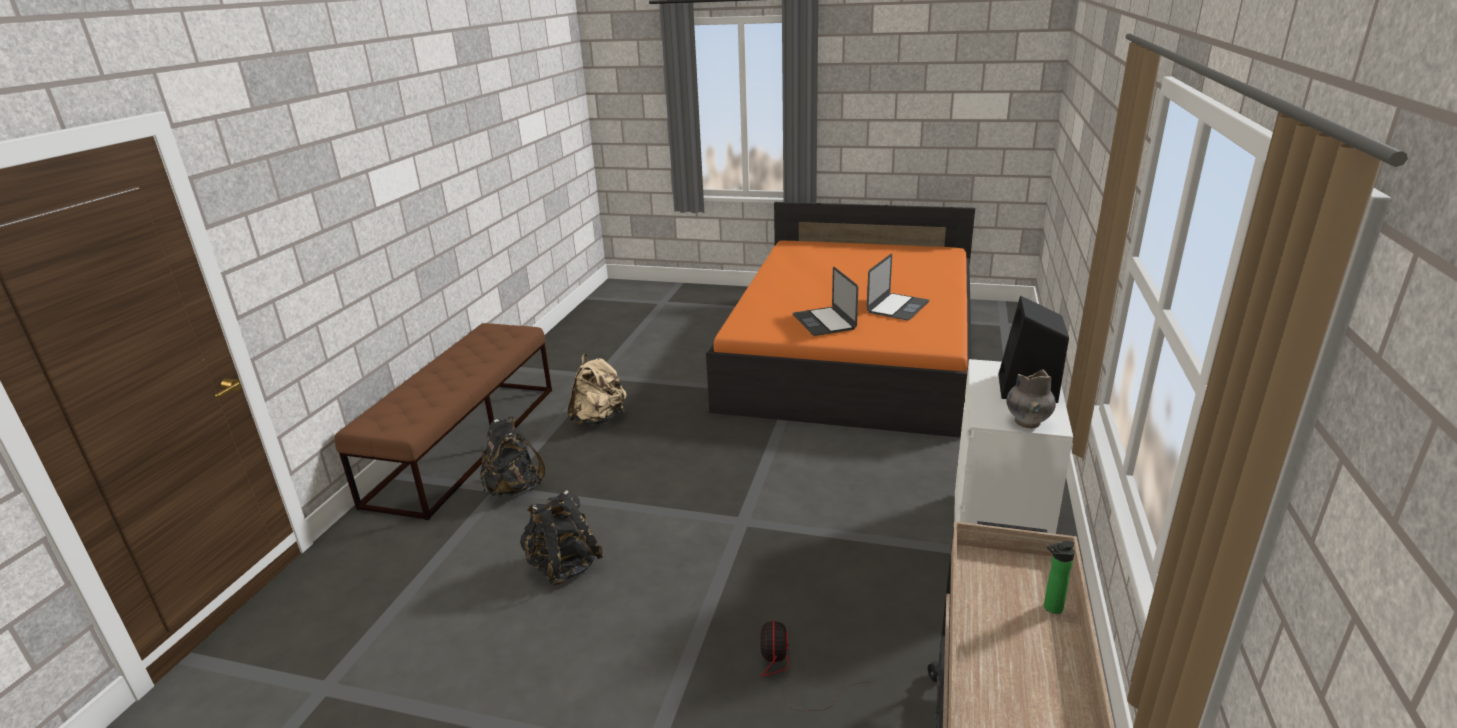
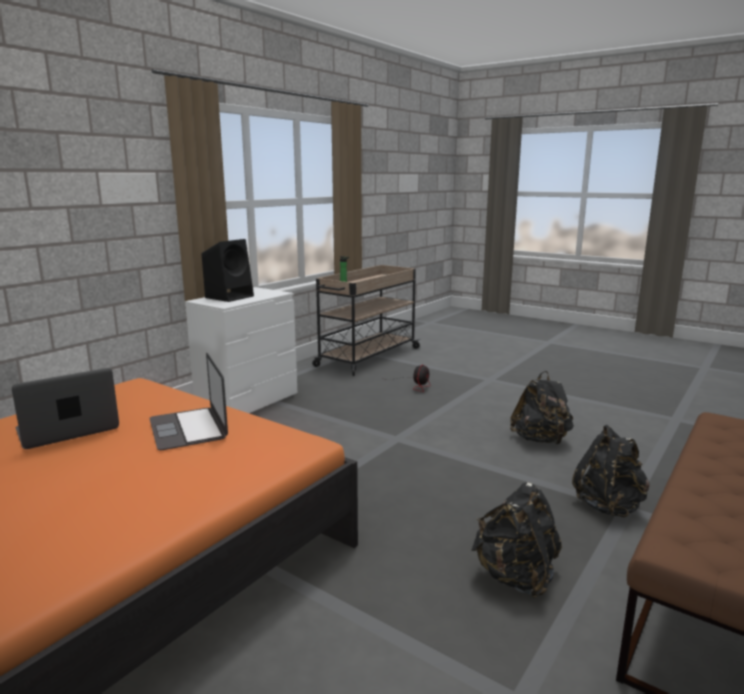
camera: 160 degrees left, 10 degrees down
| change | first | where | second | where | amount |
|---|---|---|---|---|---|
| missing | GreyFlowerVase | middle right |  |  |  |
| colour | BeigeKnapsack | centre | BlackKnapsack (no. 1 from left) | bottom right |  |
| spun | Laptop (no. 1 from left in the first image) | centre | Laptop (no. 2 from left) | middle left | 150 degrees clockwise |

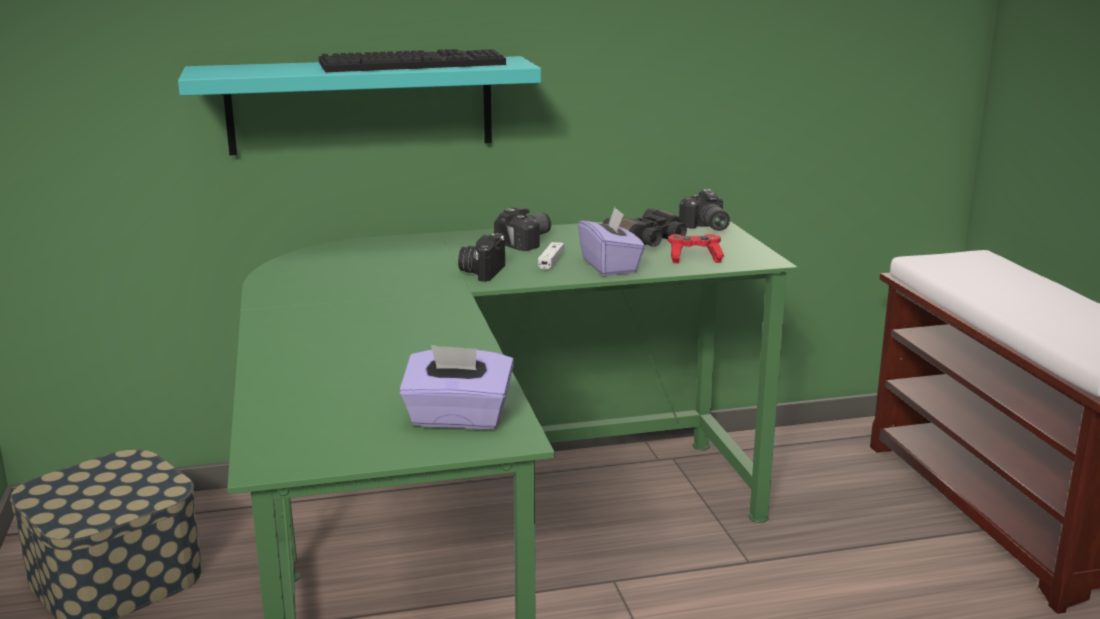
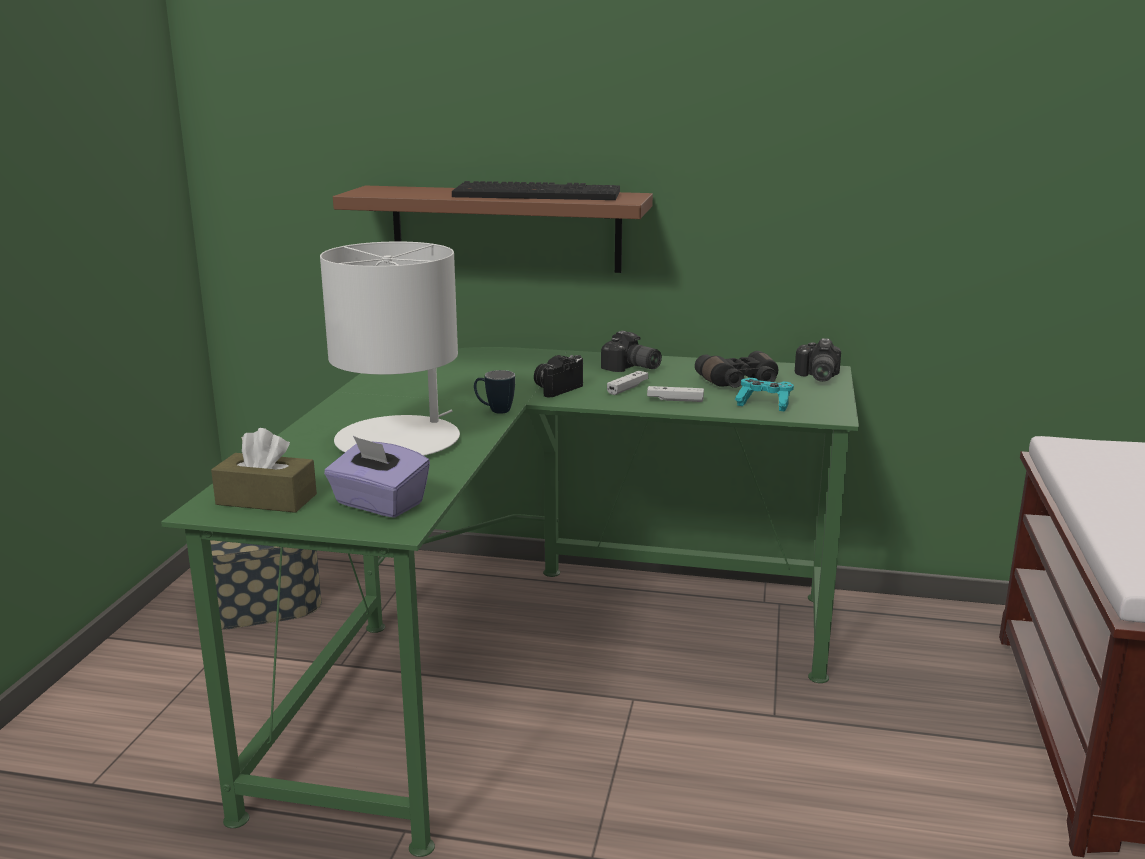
camera: 25 degrees right, 0 degrees up
| change | first | where | second | where | amount |
|---|---|---|---|---|---|
| appeared |  |  | BrownishBoxOfTissues | middle left |  |
| appeared |  |  | WhiteTabletopLamp | centre |  |
| appeared |  |  | Mug | centre |  |
| exchanged | PurpleBoxOfTissues (no. 2 from left) | centre | WhiteGamepad (no. 2 from left) | centre |  |
| colour | TurquoiseShelf | top left | BrownishShelf | top centre |  |
| colour | RedGamepad | centre | TurquoiseGamepad | middle right |  |
| spun | PhotoCamera (no. 2 from left) | centre |  | centre | 60 degrees clockwise |

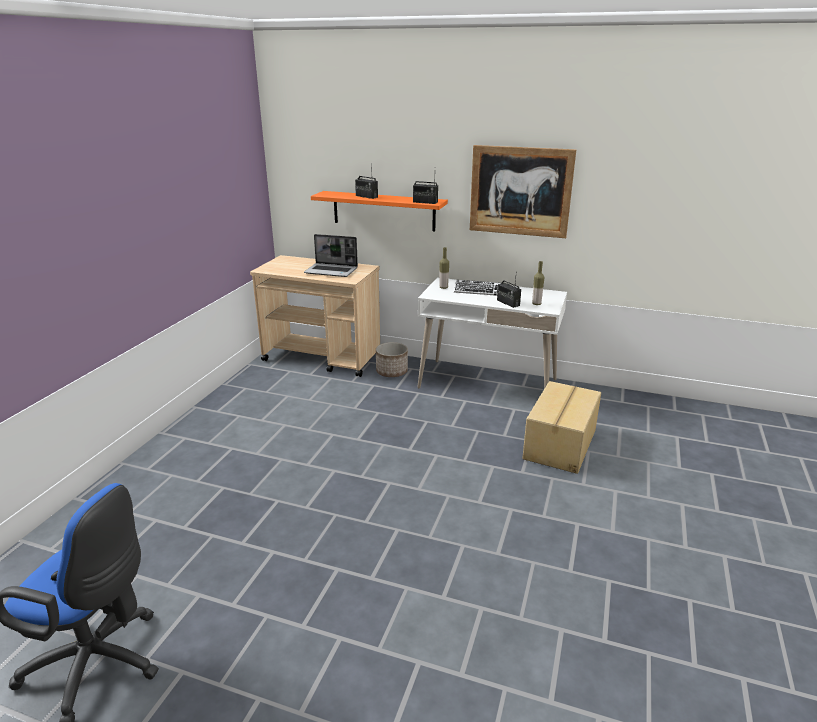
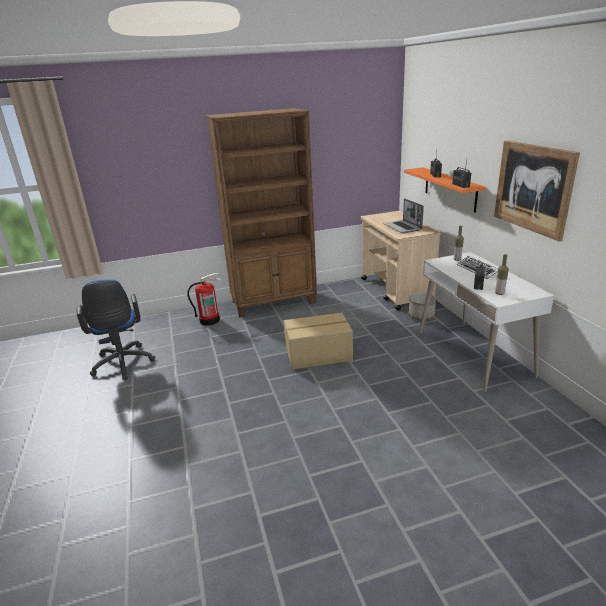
camera: 55 degrees right, 0 degrees up
| change | first | where | second | where | amount |
|---|---|---|---|---|---|
| appeared |  |  | FireExtinguisher | centre |  |
| appeared |  |  | BrownishShelvingUnit | centre |  |
| relocated | PackingBox | middle right |  | centre |  |

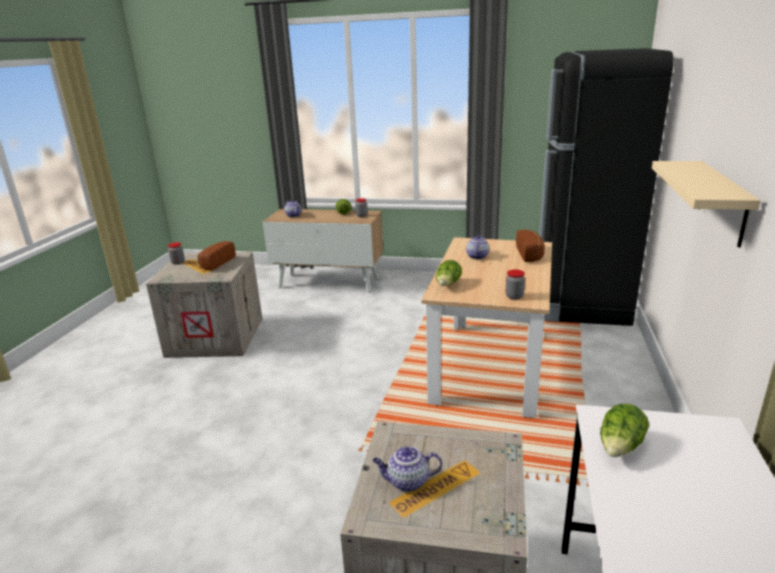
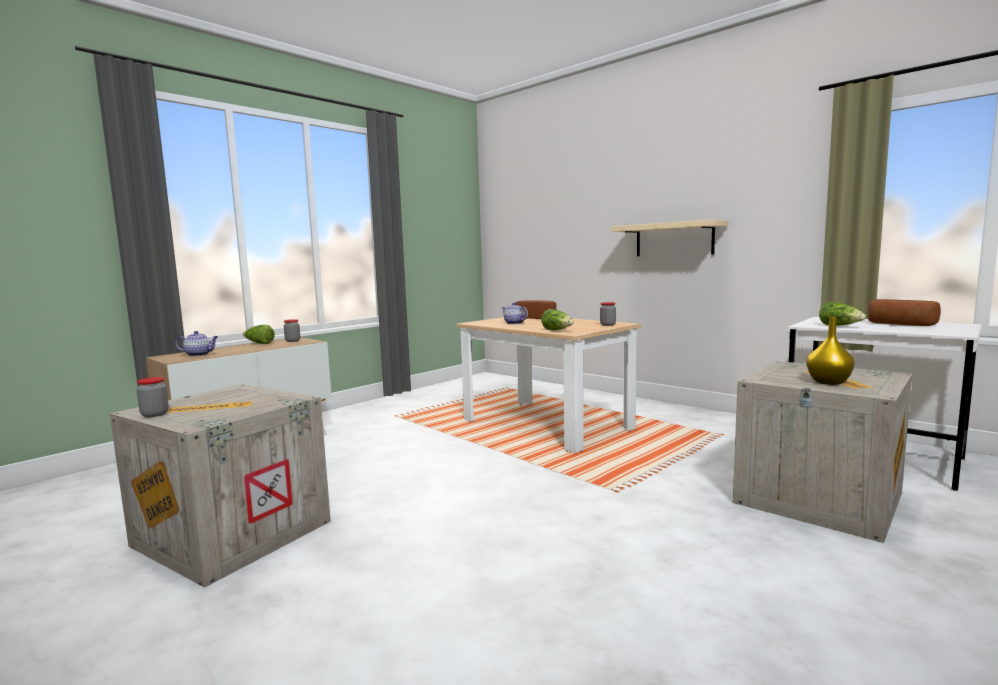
camera: 60 degrees left, 15 degrees down
| change | first | where | second | where | amount |
|---|---|---|---|---|---|
| missing | BlackFridge | top right |  |  |  |
| relocated | BakeryBread (no. 1 from left in the first image) | middle left | BakeryBread (no. 2 from left) | middle right |  |
| exchanged | PotForTea (no. 2 from left) | bottom centre | YellowColouredFlowerVase | middle right |  |

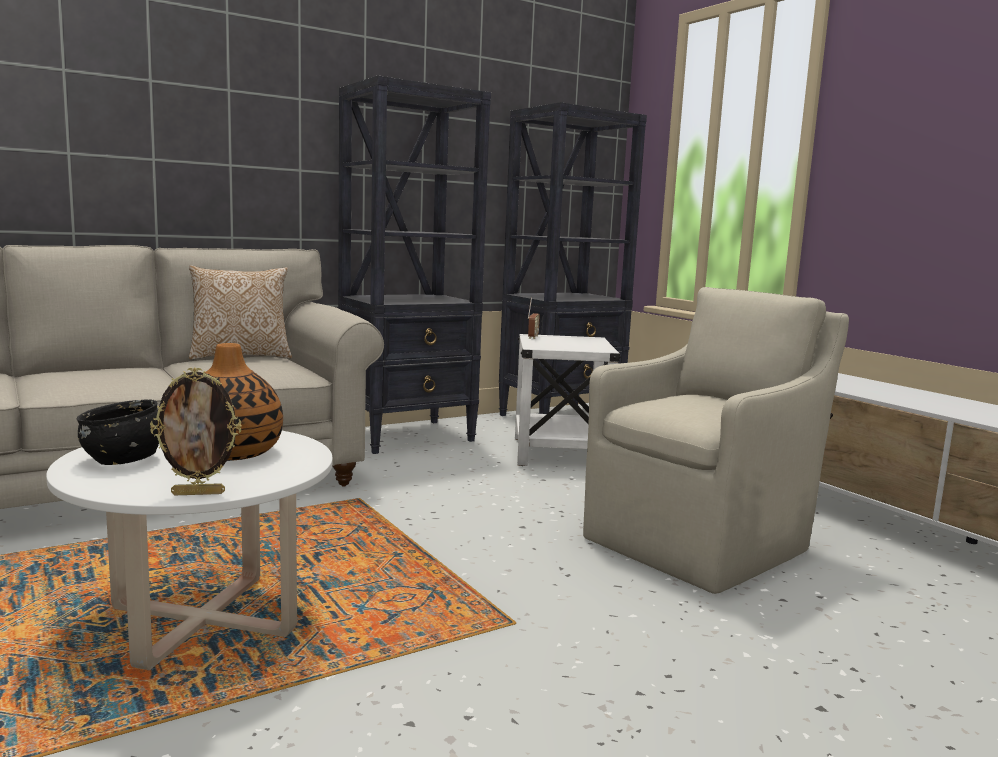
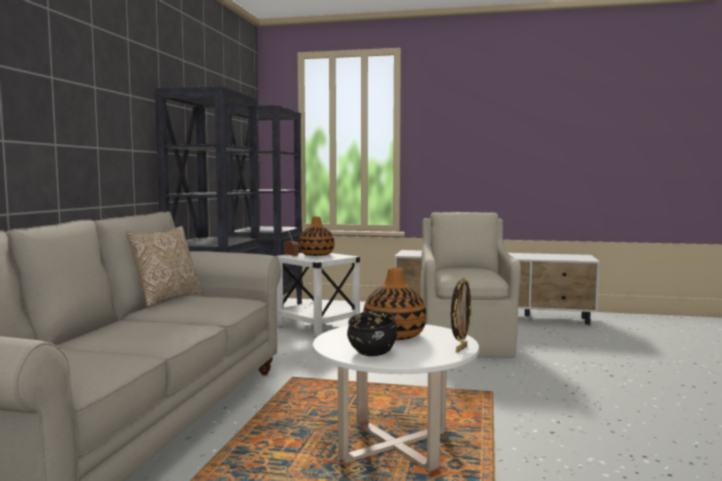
camera: 45 degrees left, 5 degrees down
| change | first | where | second | where | amount |
|---|---|---|---|---|---|
| appeared |  |  | FlowerVase (no. 1 from left) | centre |  |

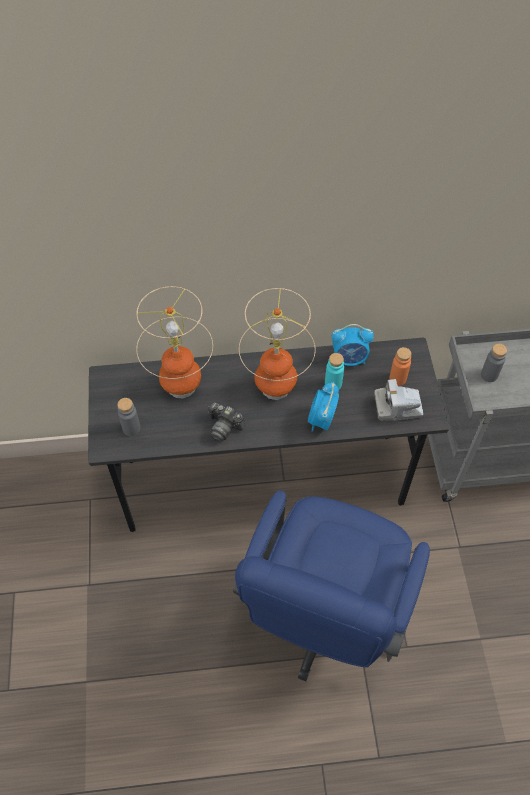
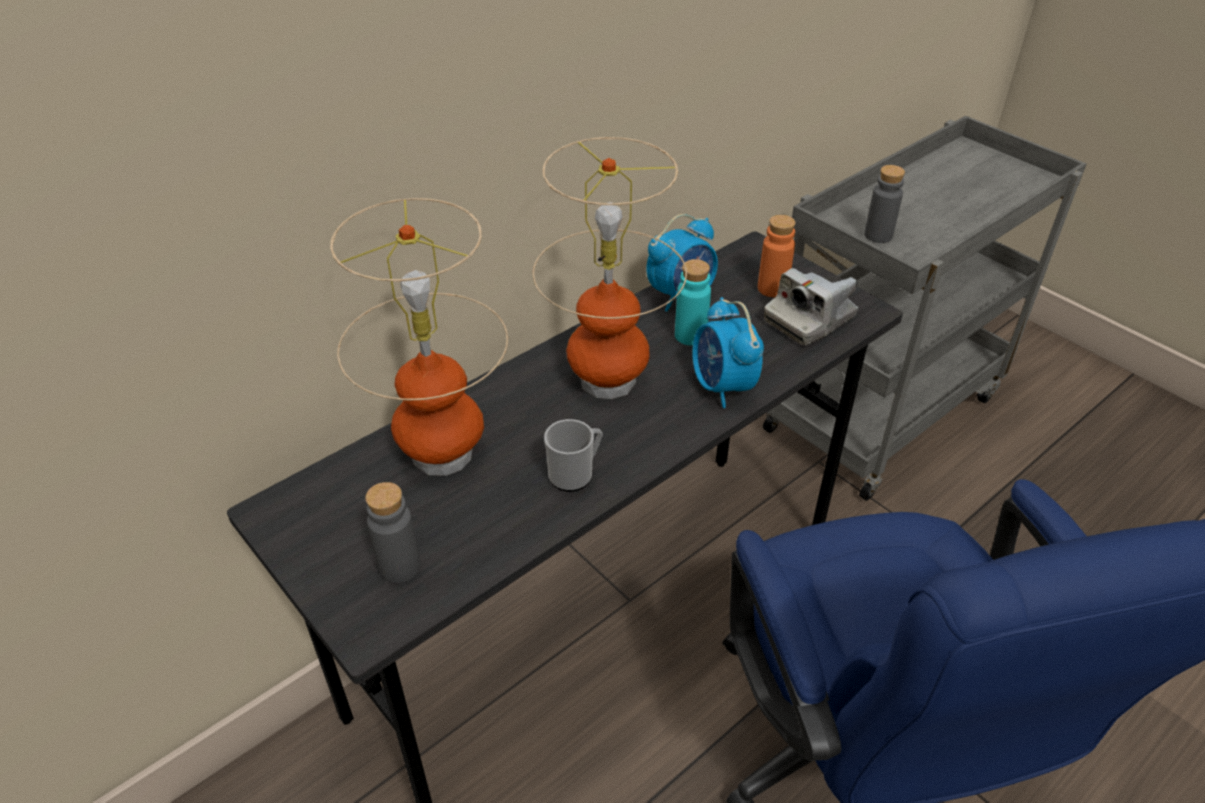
camera: 35 degrees left, 15 degrees down
| change | first | where | second | where | amount |
|---|---|---|---|---|---|
| exchanged | PhotoCamera (no. 1 from left) | centre | Mug | centre |  |

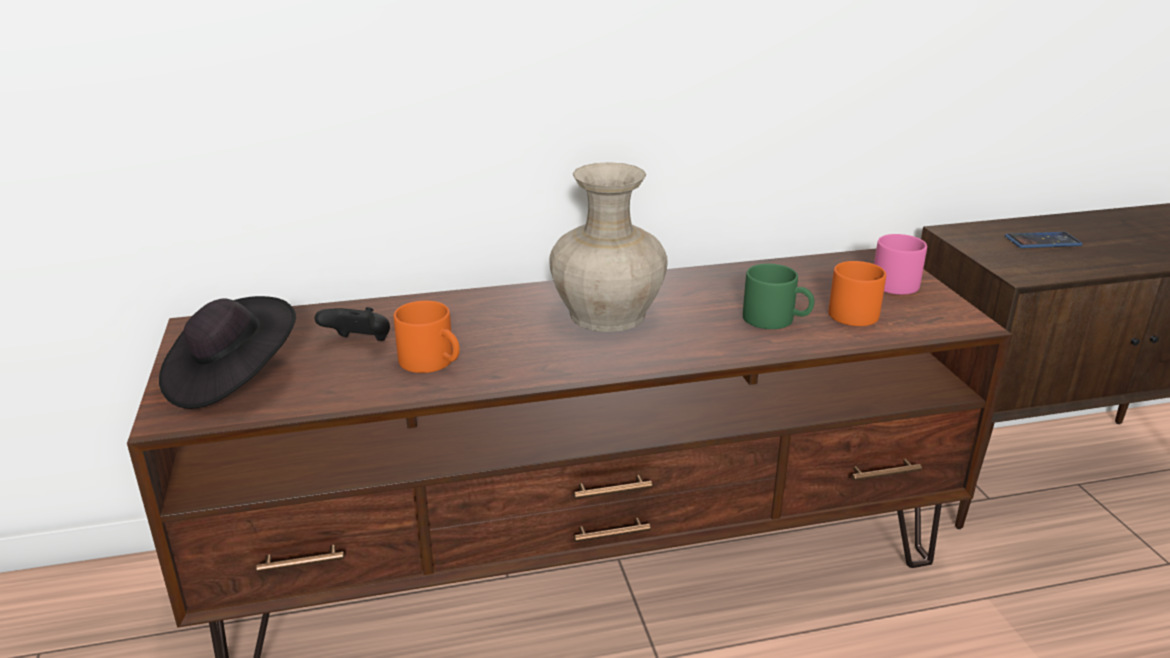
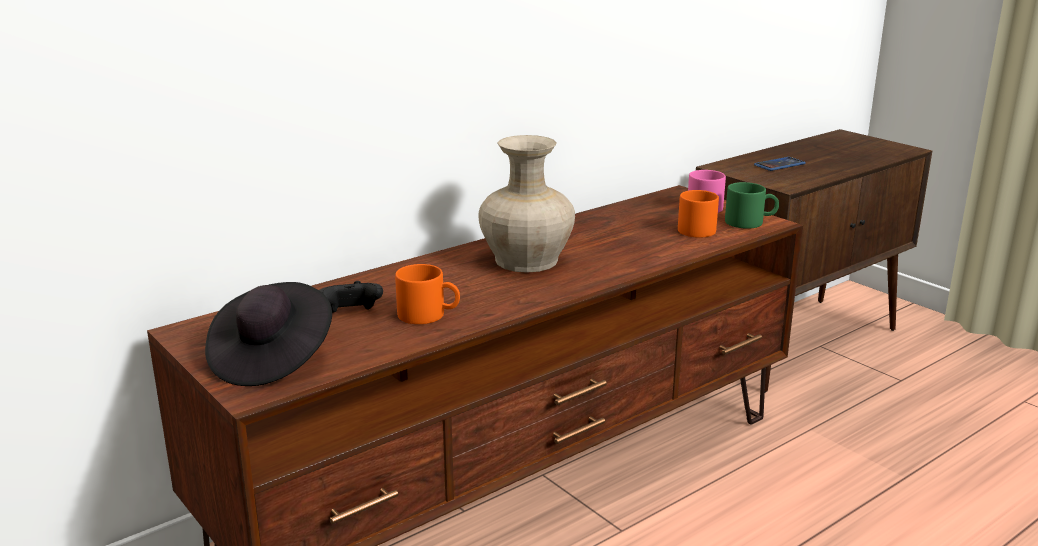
camera: 25 degrees left, 5 degrees down
| change | first | where | second | where | amount |
|---|---|---|---|---|---|
| relocated | GreenishMug | centre |  | middle right |  |

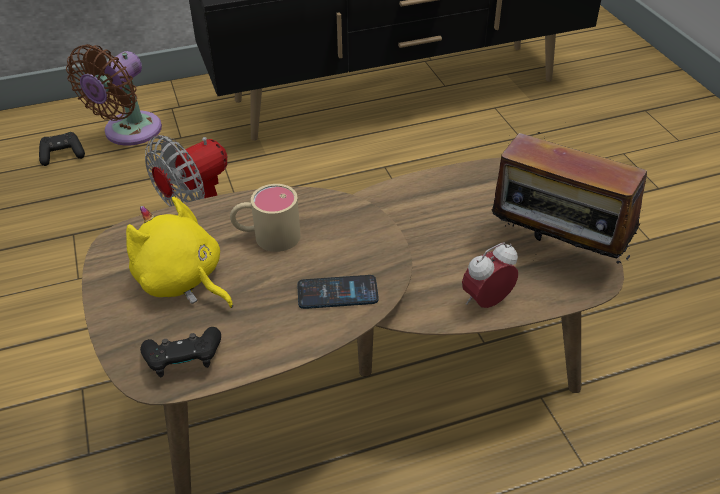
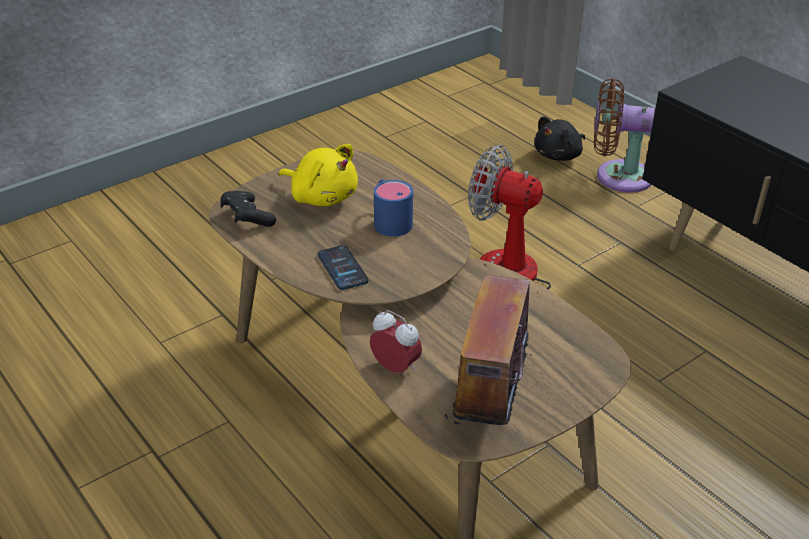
camera: 70 degrees right, 5 degrees down
| change | first | where | second | where | amount |
|---|---|---|---|---|---|
| exchanged | BlackGamepad (no. 1 from left) | top left | BlackSoftToy | top right |  |
| colour | BeigeMug | centre | BlueMug | centre |  |
| spun | YellowColouredSoftToy | middle left |  | top centre | 105 degrees clockwise |

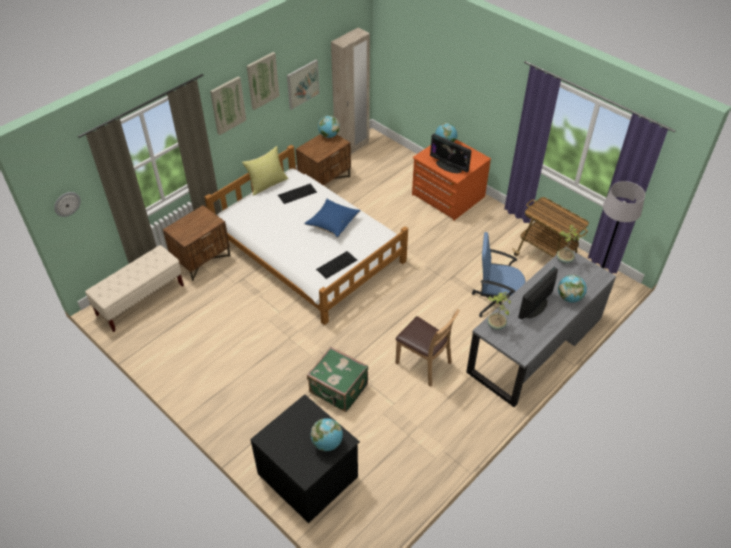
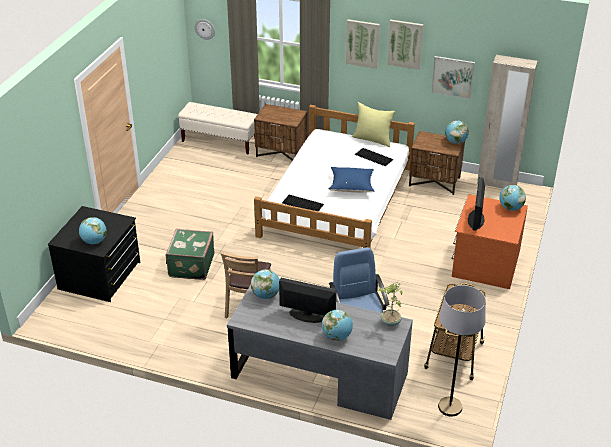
camera: 65 degrees right, 10 degrees down
| change | first | where | second | where | amount |
|---|---|---|---|---|---|
| exchanged | Houseplant (no. 1 from left) | middle right | WorldGlobe (no. 2 from left) | centre |  |

